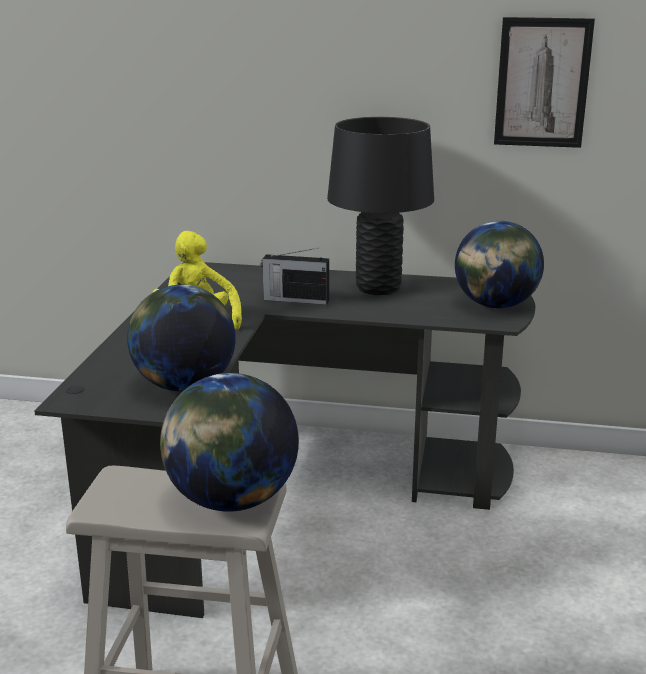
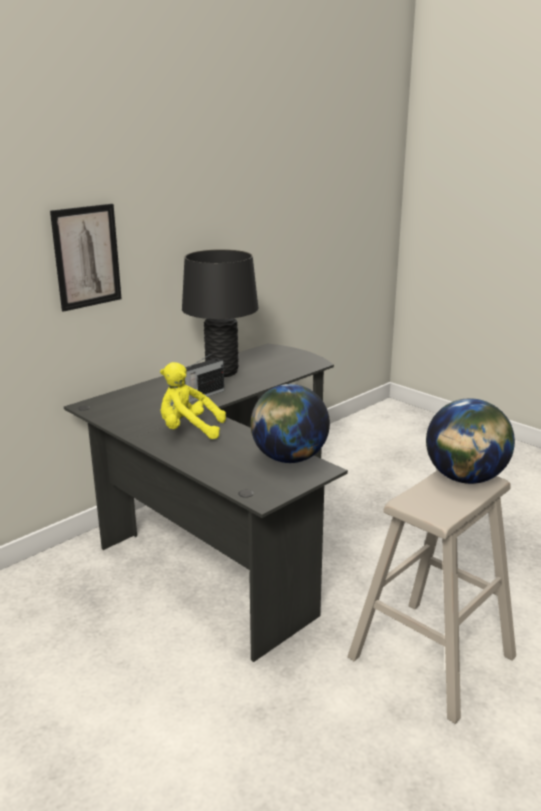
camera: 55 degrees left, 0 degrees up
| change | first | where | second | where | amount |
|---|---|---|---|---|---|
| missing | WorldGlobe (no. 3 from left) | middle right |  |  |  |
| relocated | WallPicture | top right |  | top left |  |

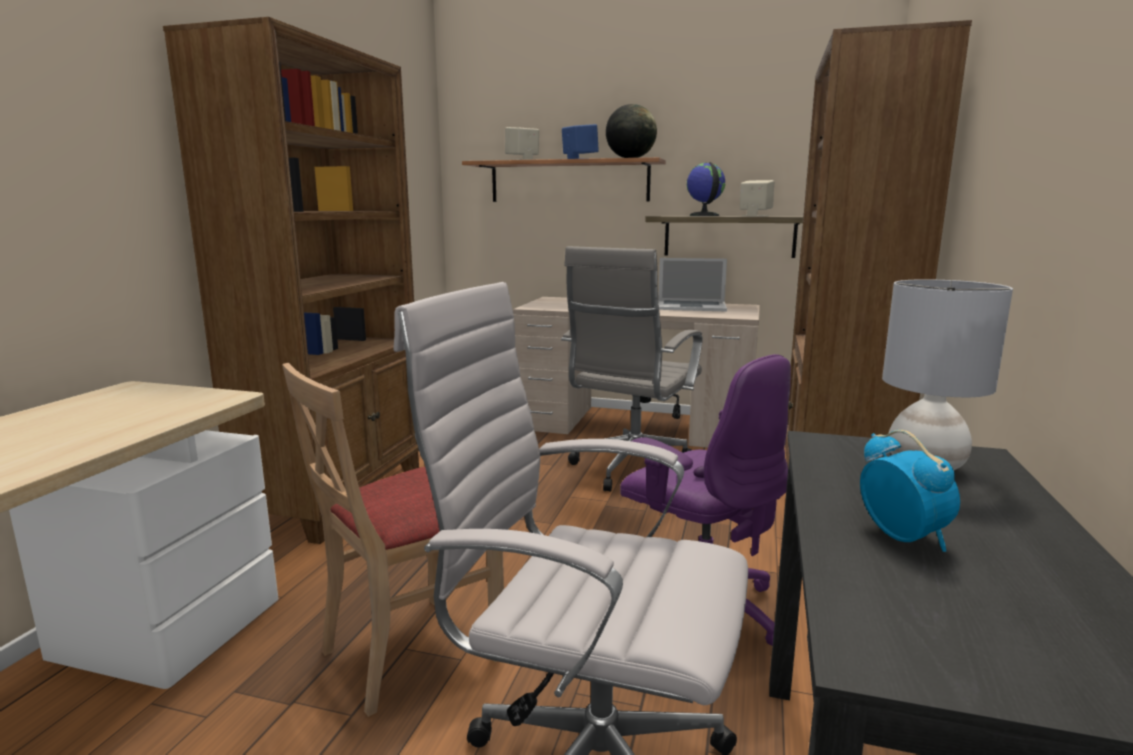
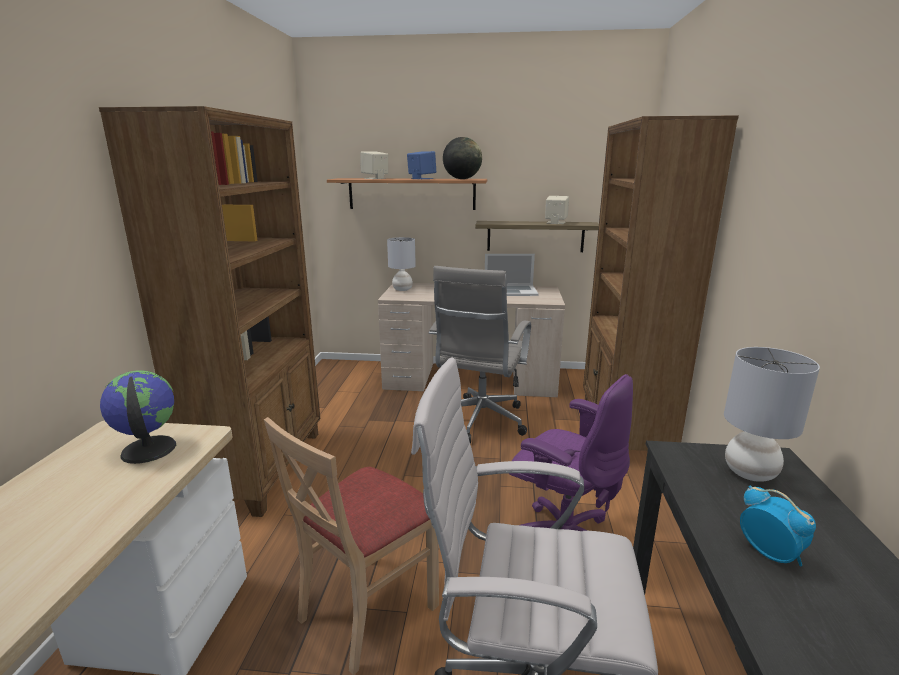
camera: 10 degrees left, 5 degrees up
| change | first | where | second | where | amount |
|---|---|---|---|---|---|
| appeared |  |  | GreyTabletopLamp (no. 1 from left) | centre |  |
| relocated | WorldGlobe (no. 2 from left in the first image) | top centre | WorldGlobe (no. 1 from left) | middle left |  |

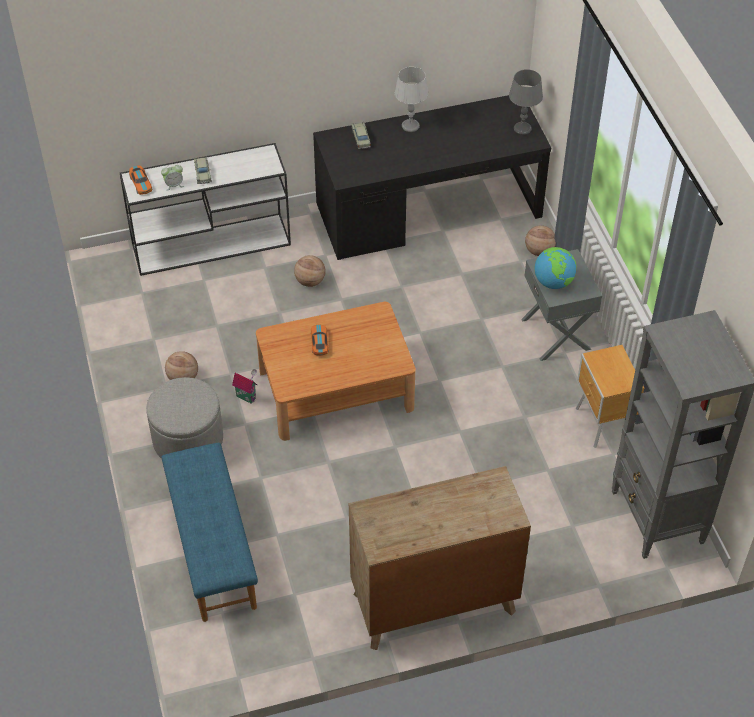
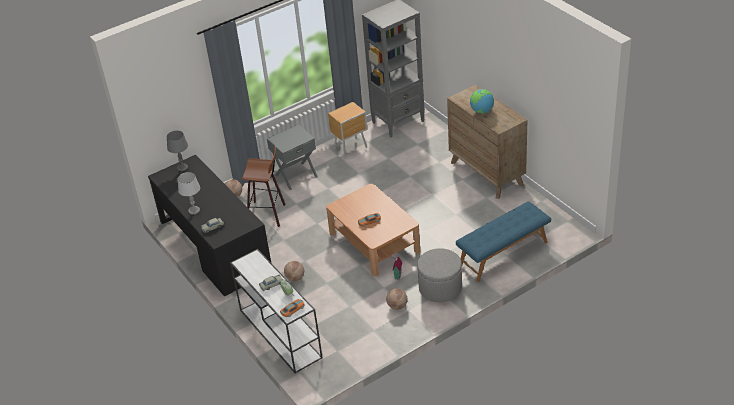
camera: 105 degrees left, 10 degrees down
| change | first | where | second | where | amount |
|---|---|---|---|---|---|
| appeared |  |  | Stool | centre |  |
| relocated | WorldGlobe | middle right |  | top centre |  |

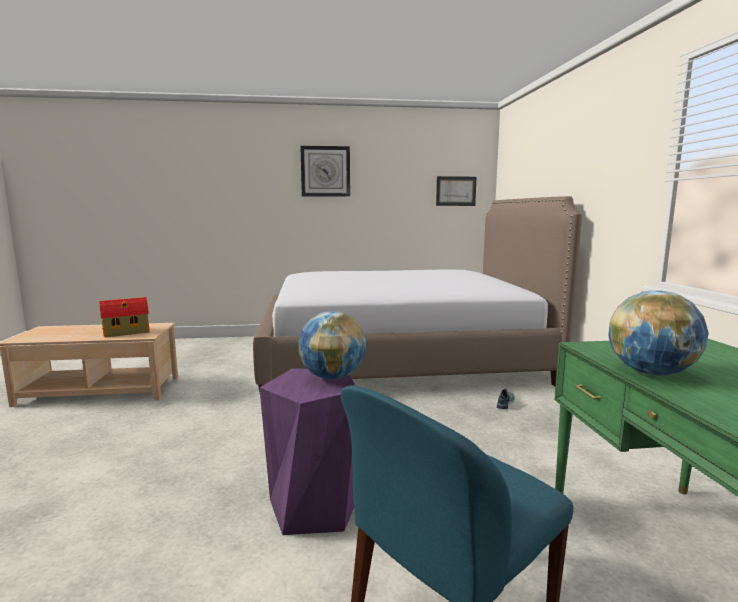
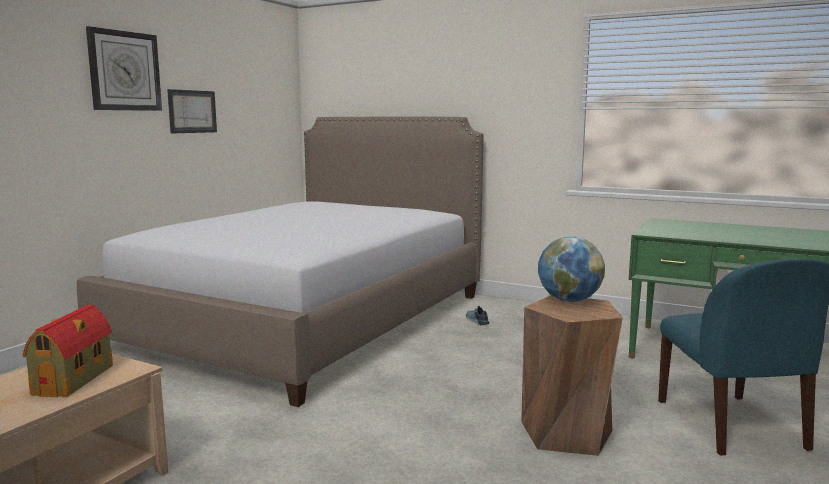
camera: 55 degrees left, 0 degrees up
| change | first | where | second | where | amount |
|---|---|---|---|---|---|
| missing | WorldGlobe (no. 2 from left) | middle right |  |  |  |
| relocated | WallPicture | top centre |  | top left |  |
| colour | PurpleStool | bottom centre | BrownishStool | bottom right |  |

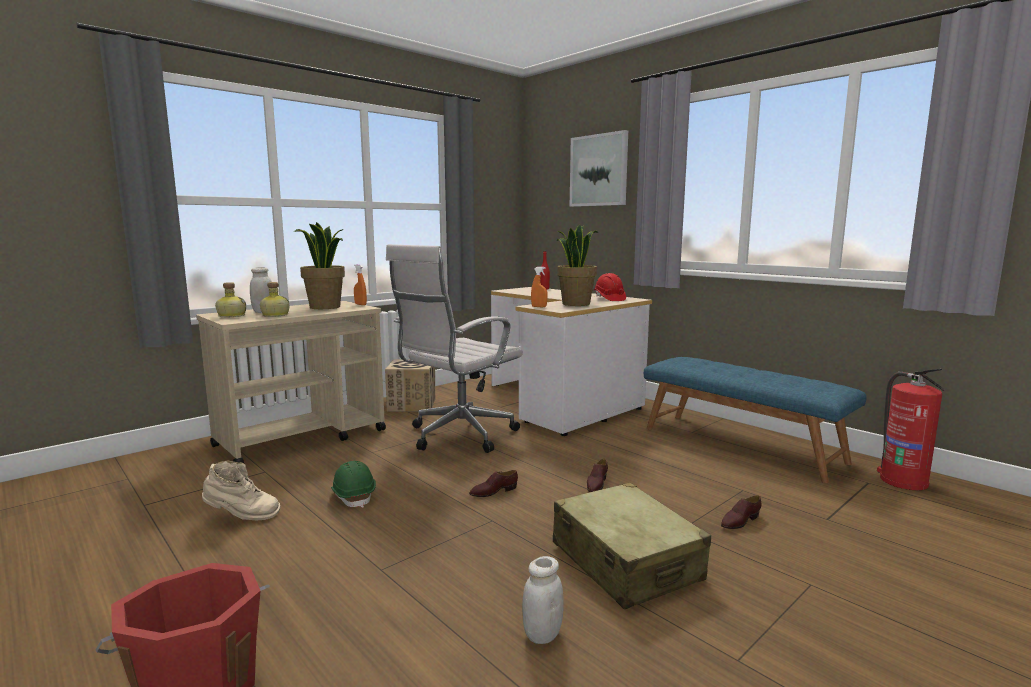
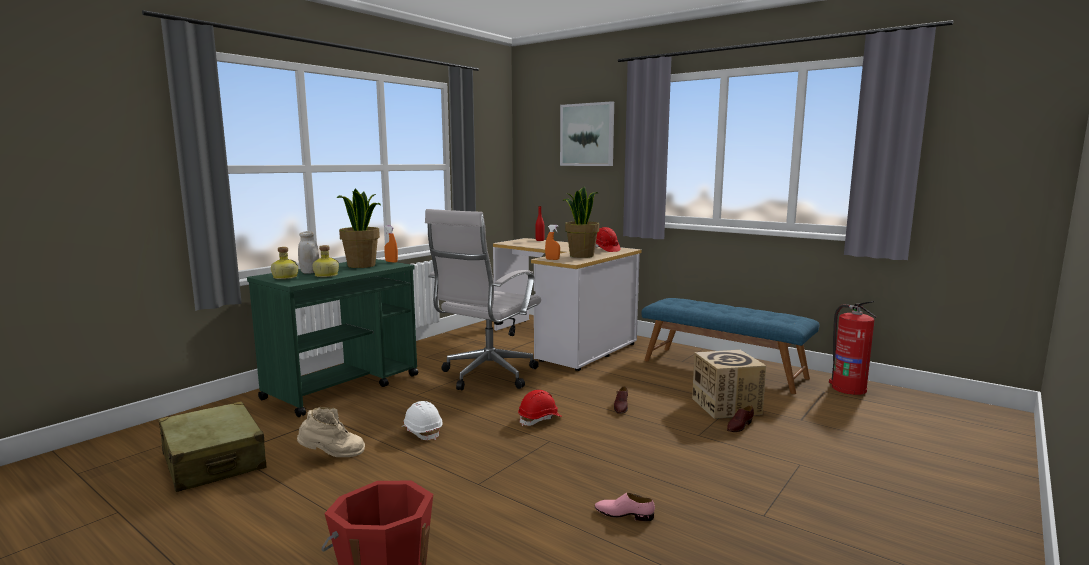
camera: 10 degrees left, 0 degrees up
| change | first | where | second | where | amount |
|---|---|---|---|---|---|
| relocated | PackingBox | centre |  | bottom right |  |
| relocated | BeigeTravelCase | bottom centre |  | bottom left |  |
| exchanged | BrownishShoe (no. 1 from left) | bottom centre | RedHardHat (no. 1 from left) | bottom centre |  |
| exchanged | WhiteStorageJar (no. 2 from left) | bottom centre | PinkishShoe | bottom centre |  |
| colour | BeigeCart | middle left | GreenishCart | middle left |  |
| colour | GreenishHardHat | bottom centre | WhiteHardHat | bottom centre |  |

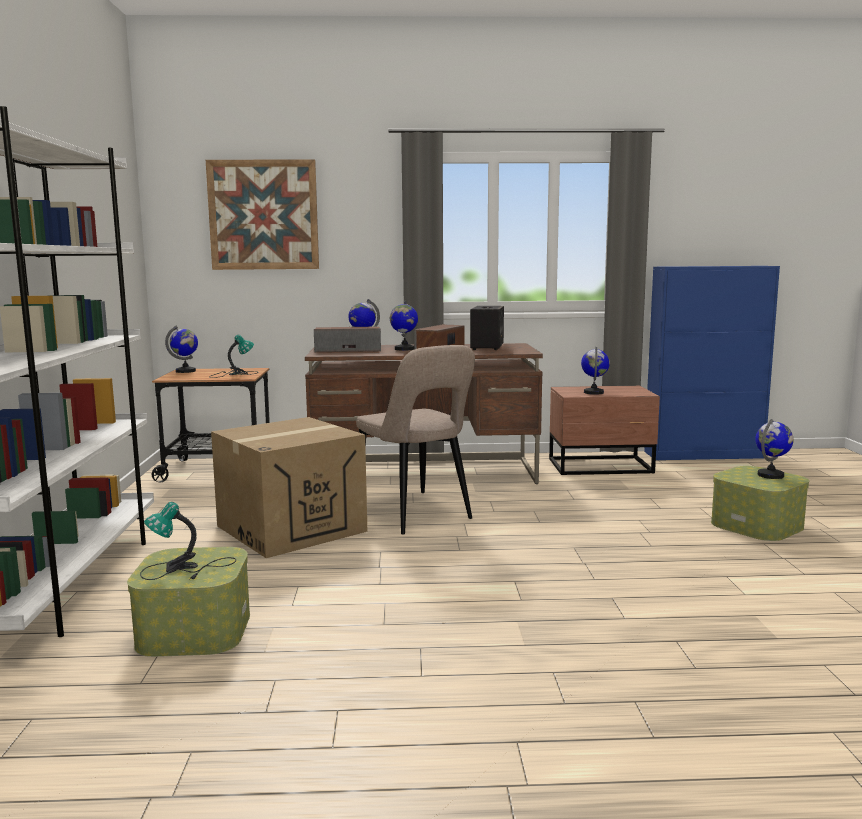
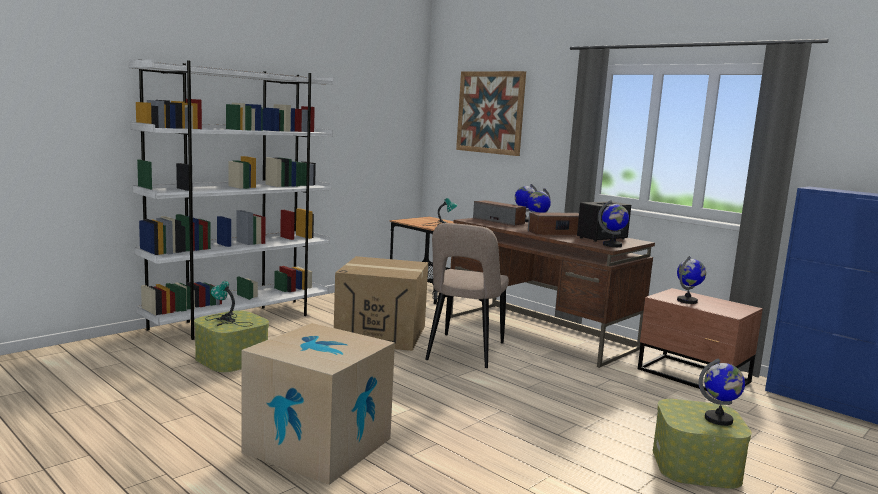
camera: 45 degrees right, 0 degrees up
| change | first | where | second | where | amount |
|---|---|---|---|---|---|
| appeared |  |  | PackingBox (no. 1 from left) | bottom centre |  |
| relocated | WorldGlobe (no. 1 from left in the first image) | middle left | WorldGlobe (no. 3 from left) | middle right |  |

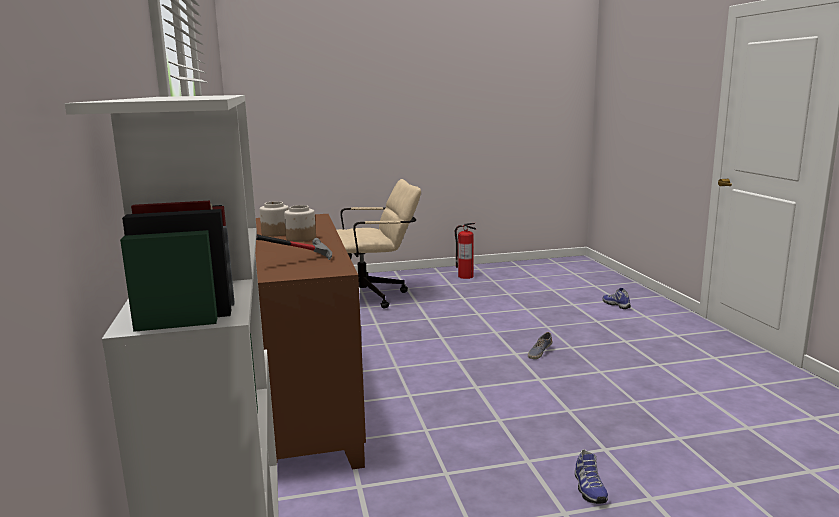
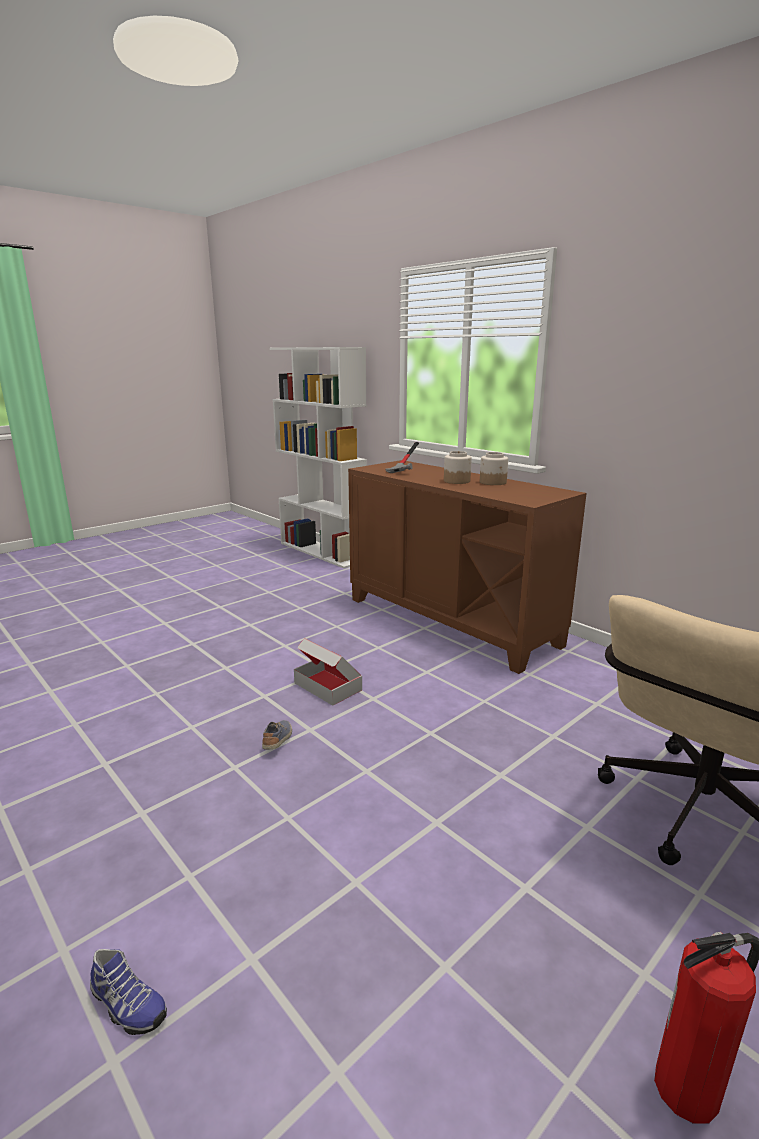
camera: 150 degrees right, 5 degrees up
| change | first | where | second | where | amount |
|---|---|---|---|---|---|
| missing | Shoe (no. 2 from left) | bottom right |  |  |  |
| appeared |  |  | PackingBox | centre |  |

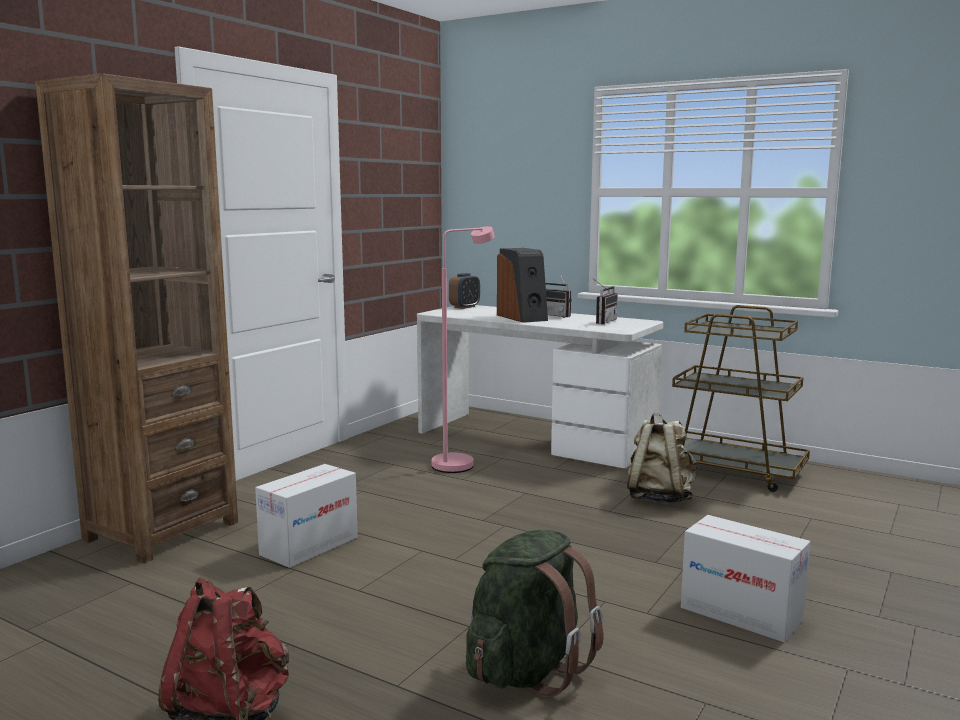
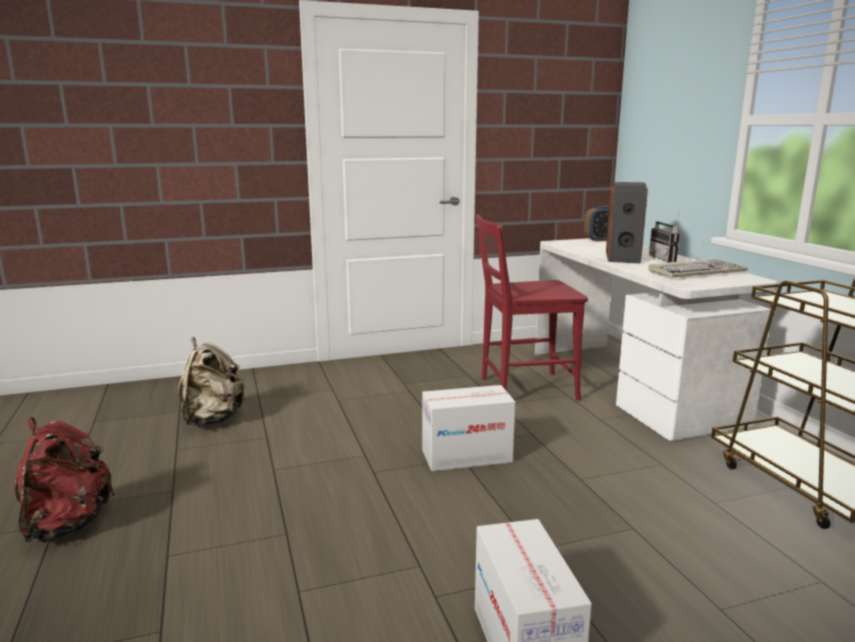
camera: 40 degrees right, 5 degrees up
| change | first | where | second | where | amount |
|---|---|---|---|---|---|
| missing | BrownishShelvingUnit | middle left |  |  |  |
| missing | GreenishKnapsack | bottom centre |  |  |  |
| relocated | PackingBox (no. 1 from left) | bottom left |  | bottom centre |  |
| relocated | BeigeKnapsack | middle right |  | middle left |  |
| exchanged | PinkishStandardLamp | centre | RedPlainChair | centre |  |
| exchanged | RadioReceiver (no. 2 from left) | centre | Keyboard | middle right |  |

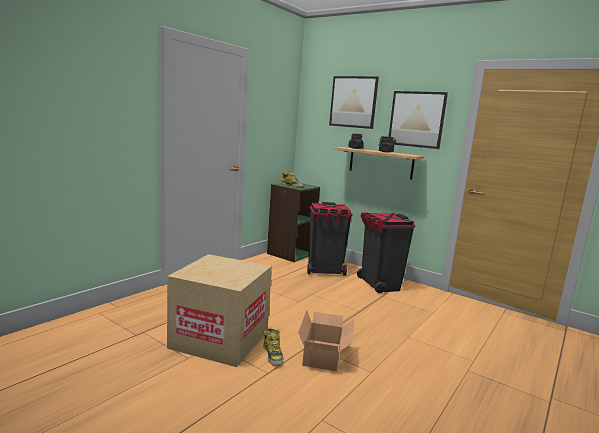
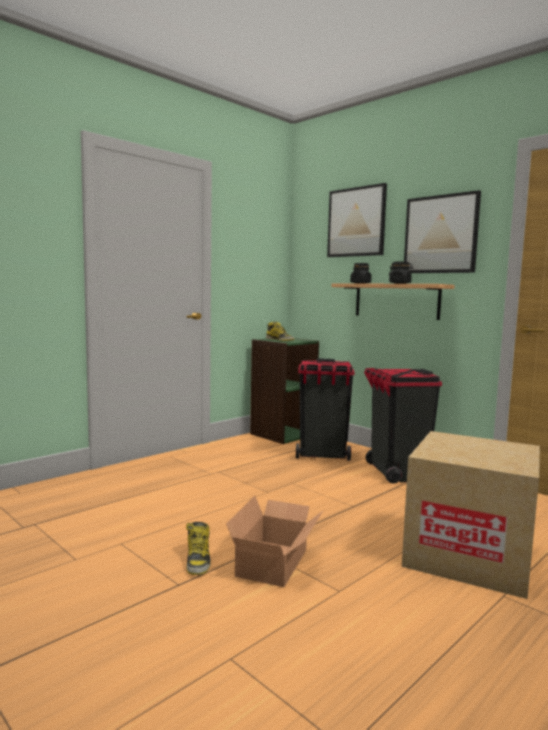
camera: 10 degrees right, 5 degrees down
| change | first | where | second | where | amount |
|---|---|---|---|---|---|
| relocated | PackingBox (no. 1 from left in the first image) | bottom centre | PackingBox (no. 2 from left) | bottom right |  |

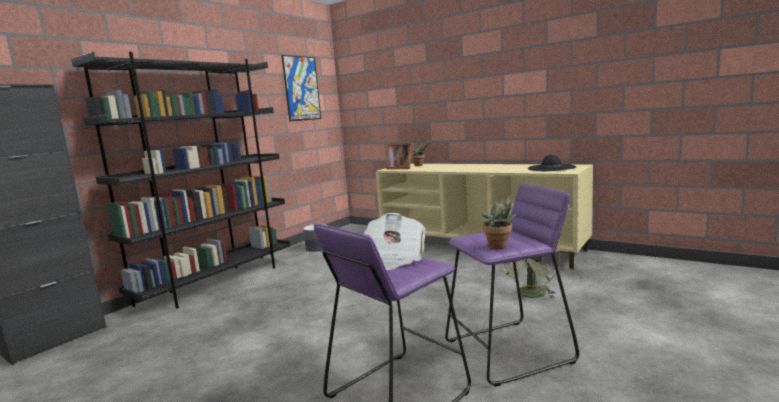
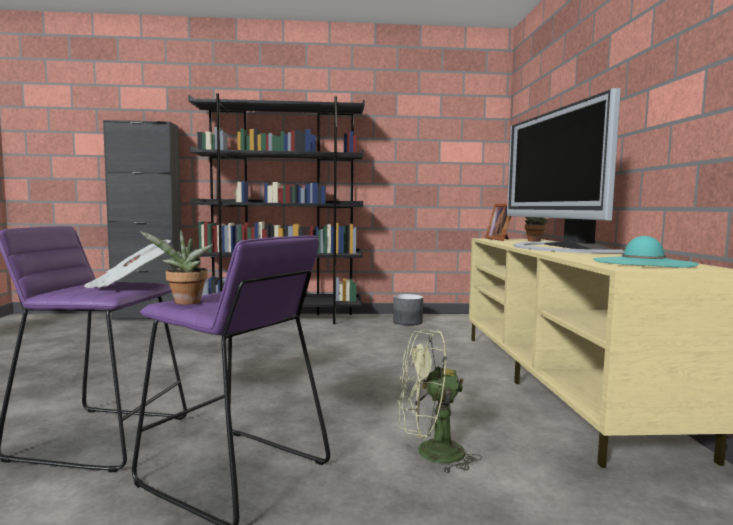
camera: 50 degrees right, 5 degrees down
| change | first | where | second | where | amount |
|---|---|---|---|---|---|
| missing | WallPicture | top centre |  |  |  |
| appeared |  |  | Tv | top right |  |
| colour | BlackClothingHat | middle right | TurquoiseClothingHat | middle right |  |

